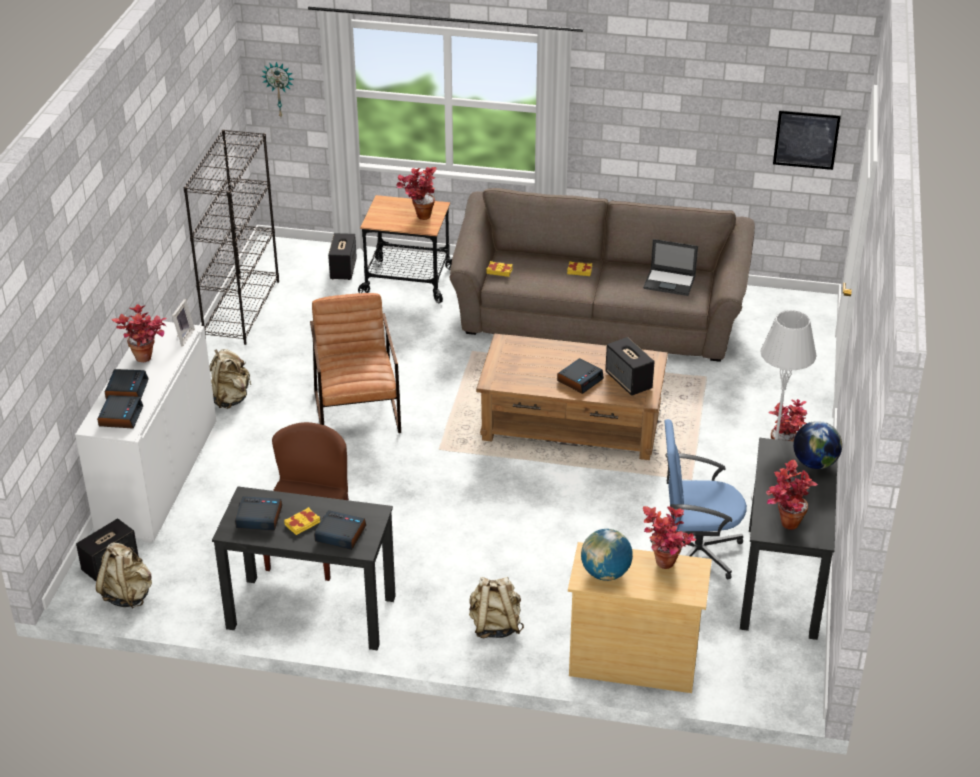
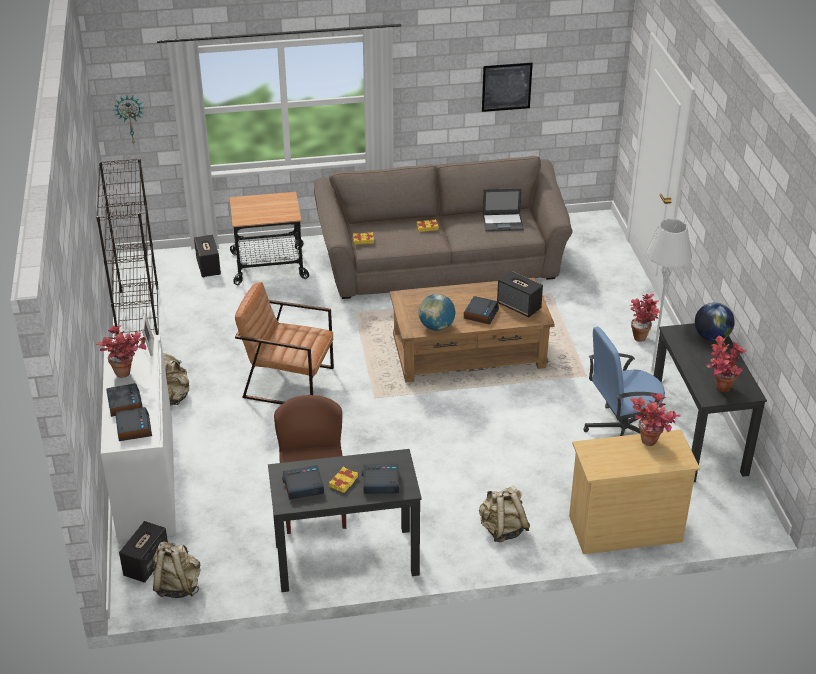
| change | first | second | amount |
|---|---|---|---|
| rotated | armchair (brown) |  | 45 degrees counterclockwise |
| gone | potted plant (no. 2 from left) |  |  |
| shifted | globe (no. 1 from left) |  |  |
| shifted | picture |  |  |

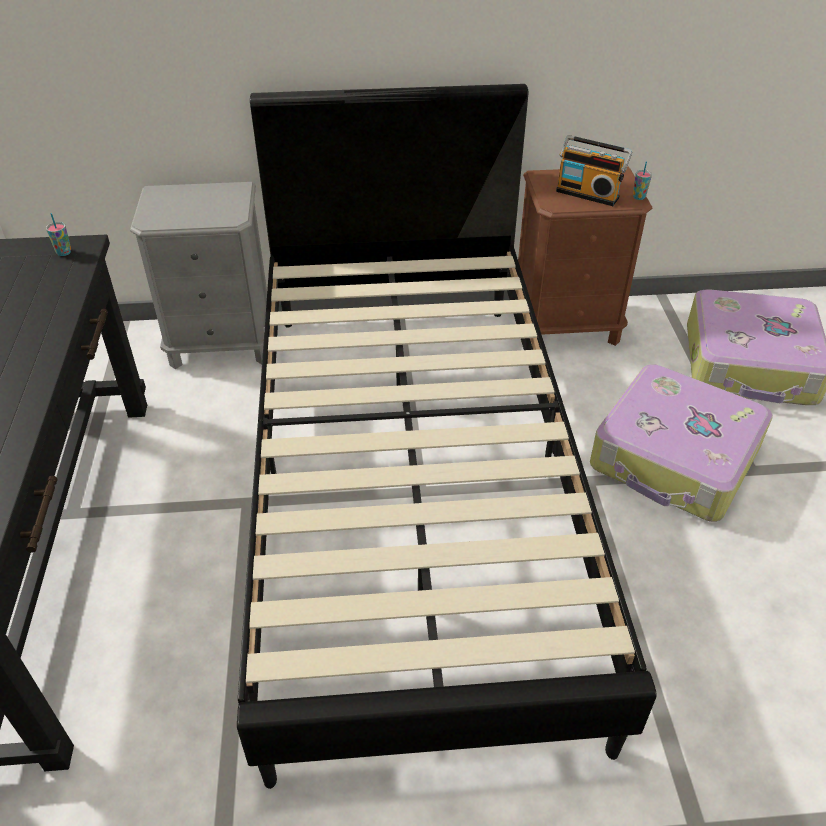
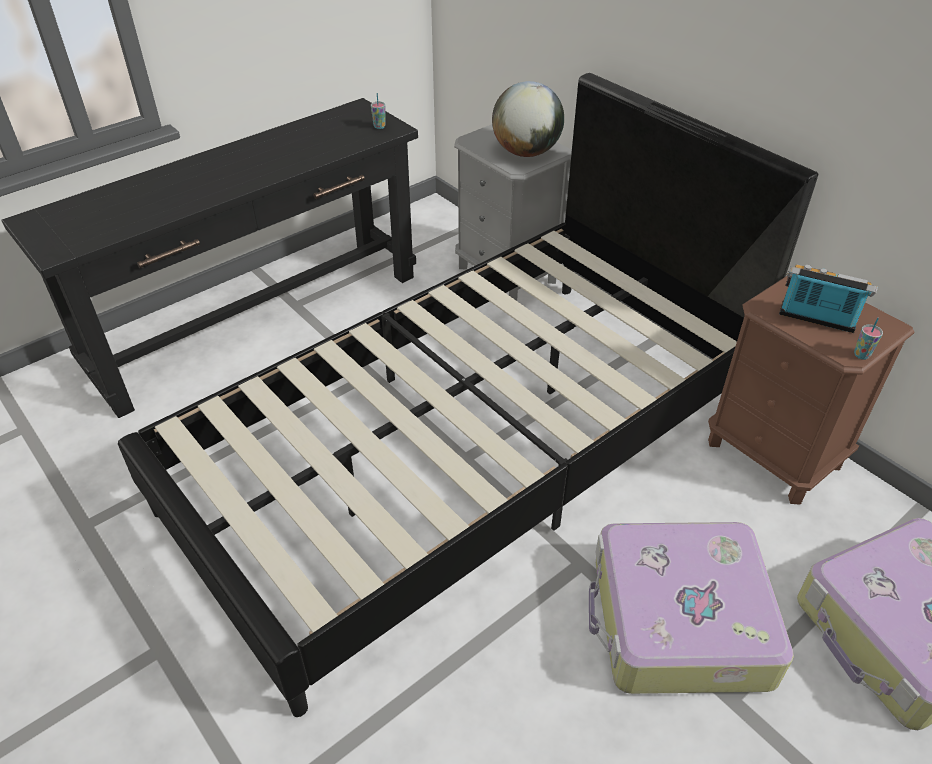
| change | first | second | amount |
|---|---|---|---|
| rotated | radio |  | 120 degrees clockwise |
| new |  | globe |  |

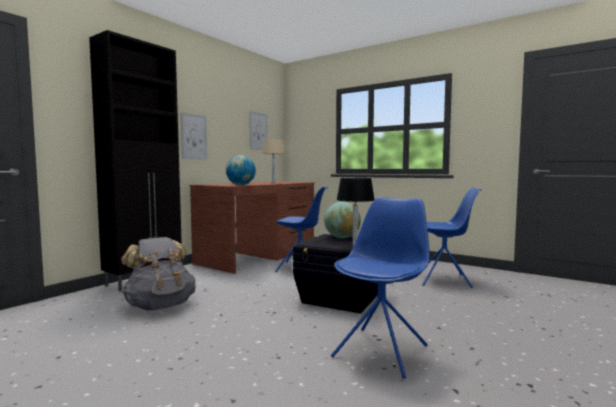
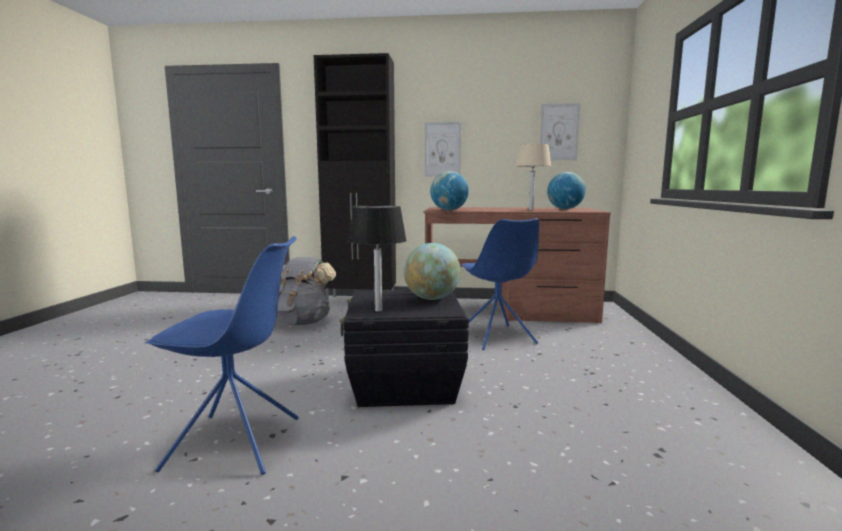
| change | first | second | amount |
|---|---|---|---|
| gone | chair (blue) (no. 3 from left) |  |  |
| new |  | globe (no. 3 from left) |  |

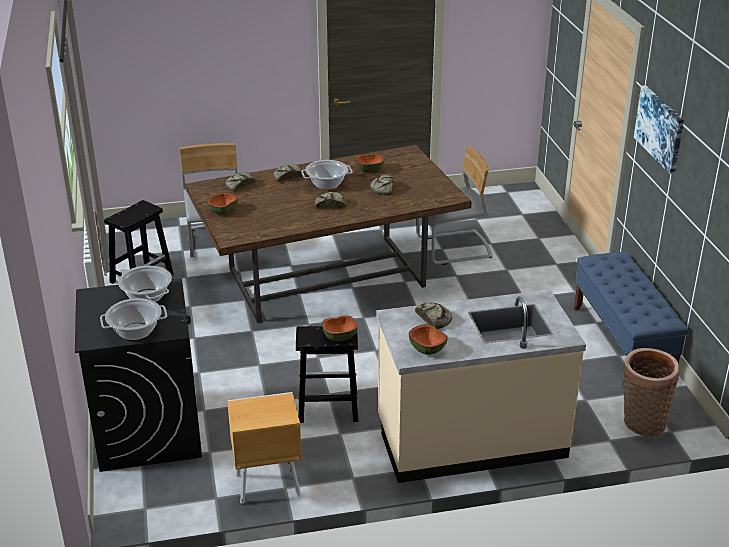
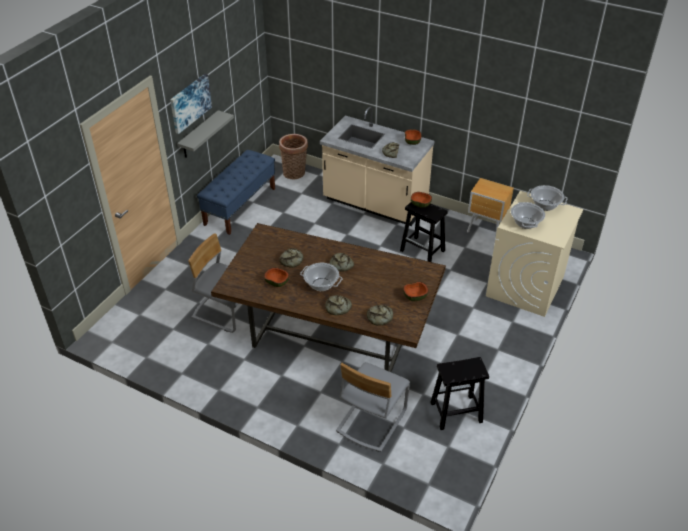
| change | first | second | amount |
|---|---|---|---|
| repainted | washing machine (black) | washing machine (beige) |  |
| new |  | shelf (grey) |  |

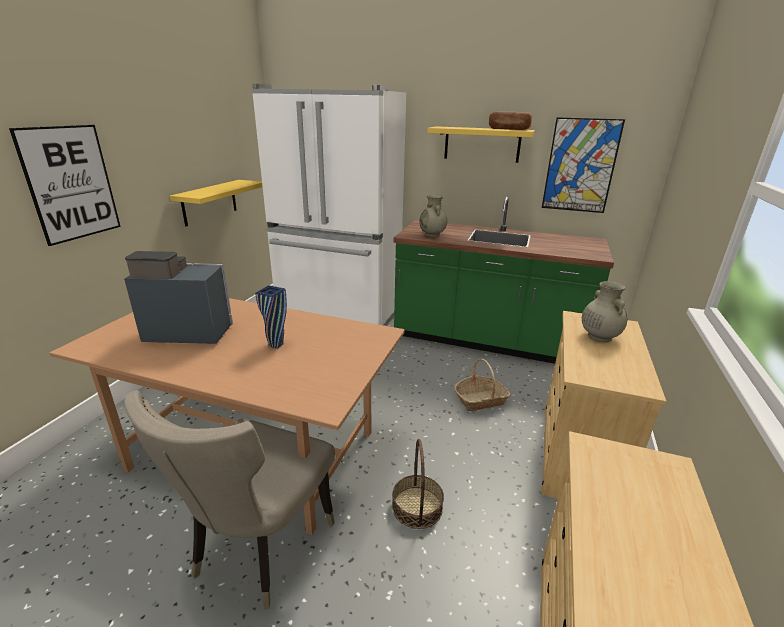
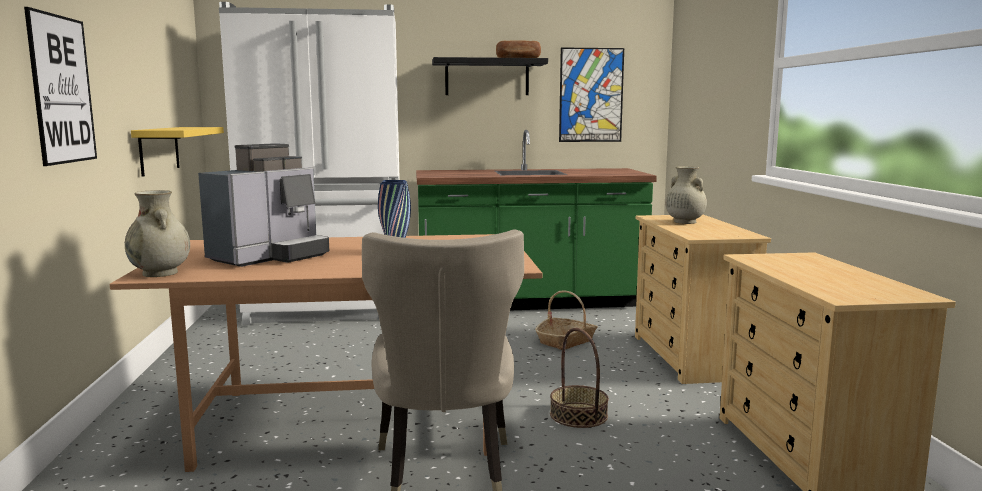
| change | first | second | amount |
|---|---|---|---|
| rotated | coffee machine |  | 150 degrees clockwise |
| shifted | vase (beige) (no. 1 from left) |  |  |
| repainted | shelf (yellow) (no. 2 from left) | shelf (black) |  |

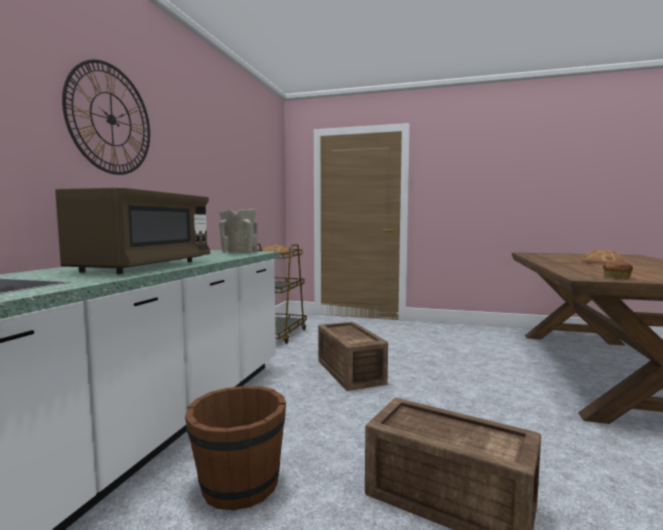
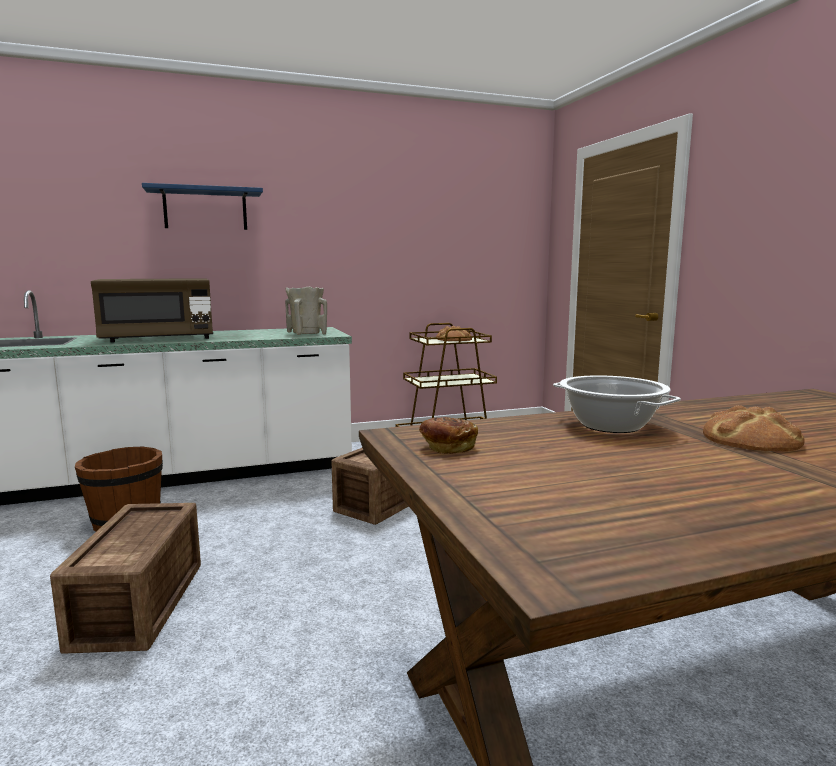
| change | first | second | amount |
|---|---|---|---|
| swapped | wall clock | shelf (blue) |  |
| new |  | cooking pot |  |

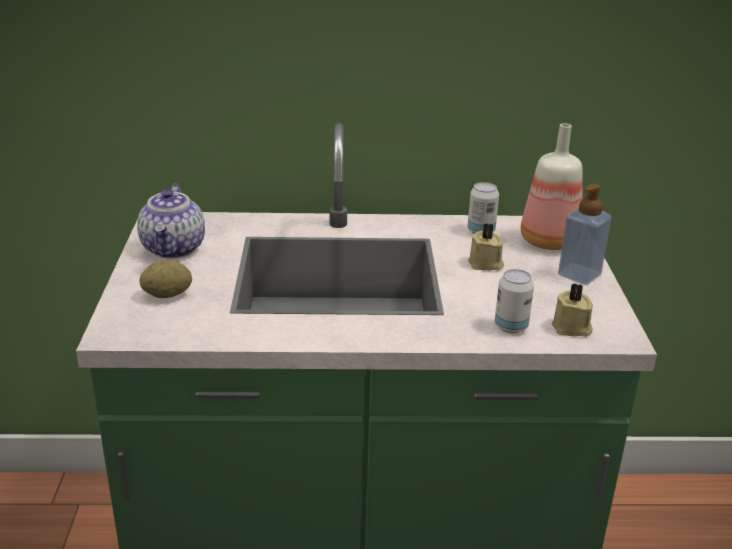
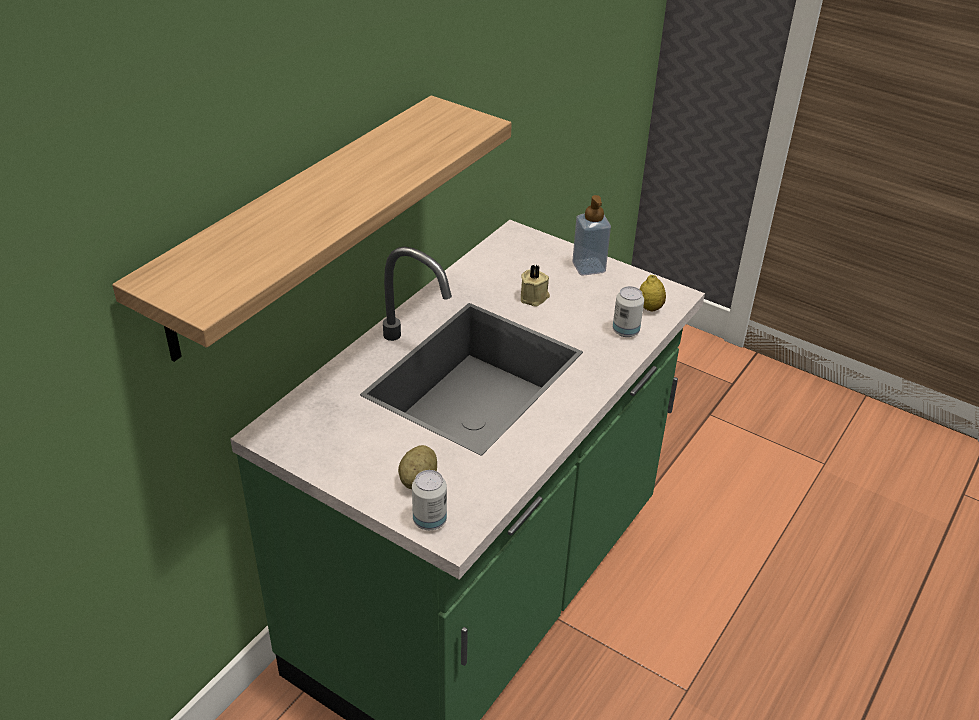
| change | first | second | amount |
|---|---|---|---|
| gone | teapot |  |  |
| shifted | can (no. 1 from left) |  |  |
| gone | bottle |  |  |
| swapped | candle (beige) (no. 2 from left) | lemon |  |
| new |  | shelf |  |

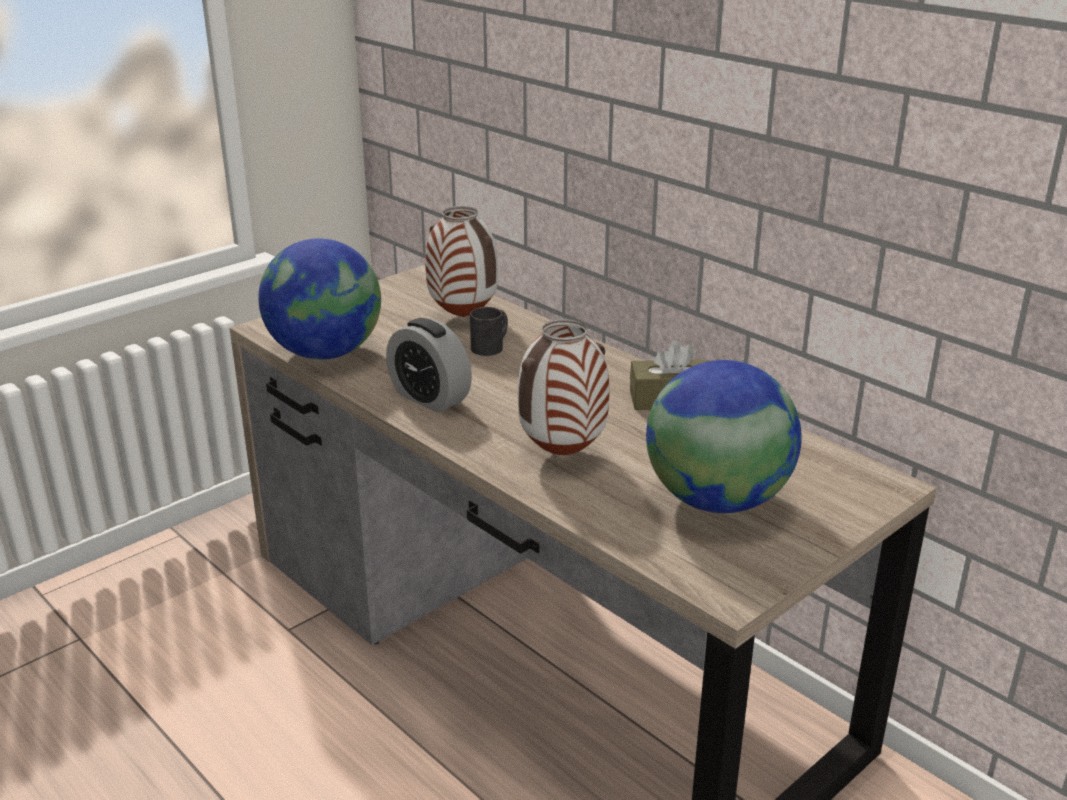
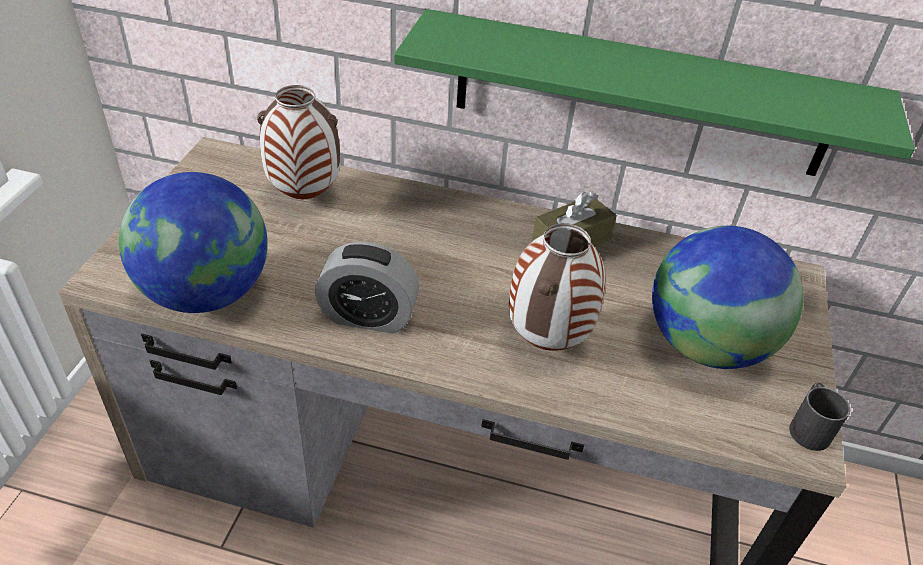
| change | first | second | amount |
|---|---|---|---|
| shifted | mug (black) |  |  |
| new |  | shelf (green) |  |

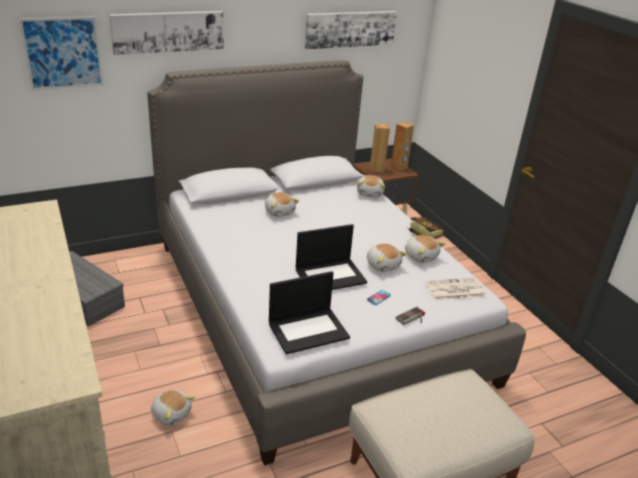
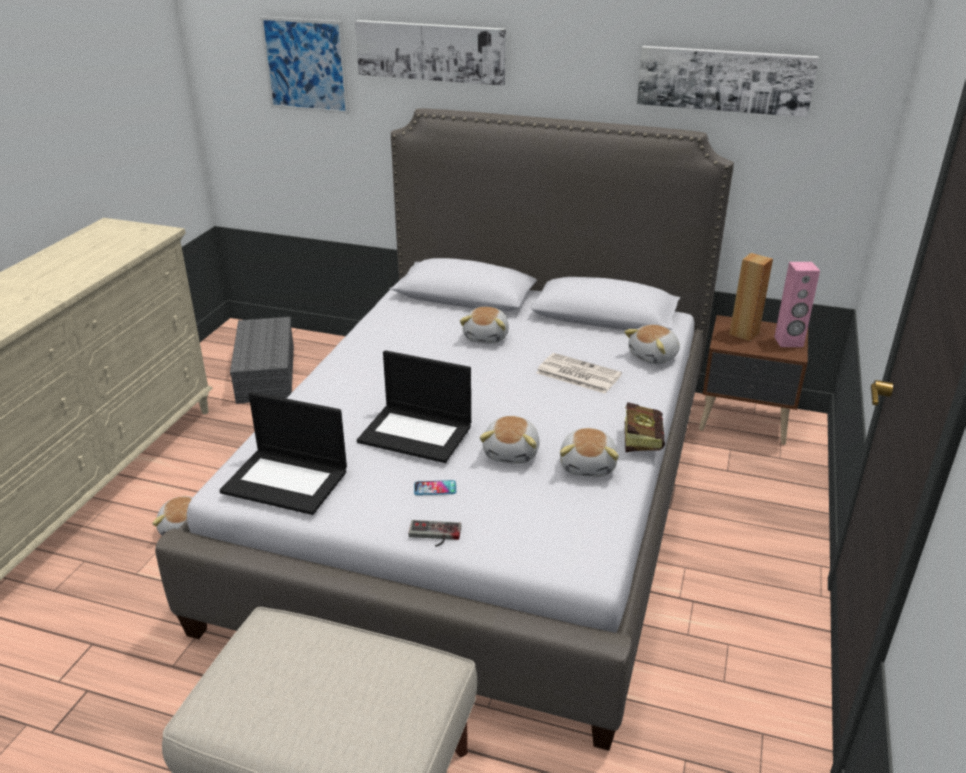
| change | first | second | amount |
|---|---|---|---|
| repainted | speaker (brown) (no. 2 from left) | speaker (pink) |  |
| shifted | newspaper |  |  |

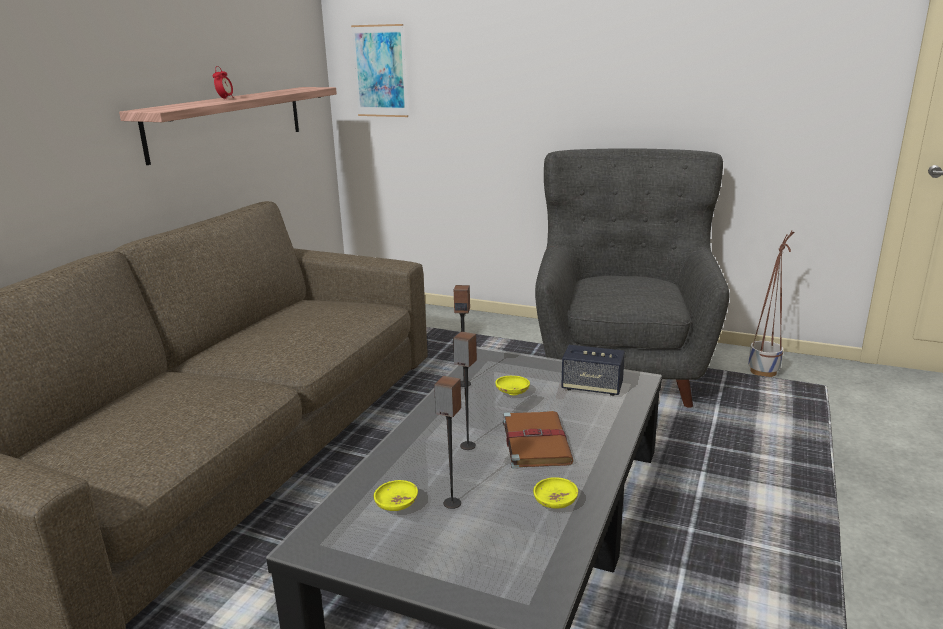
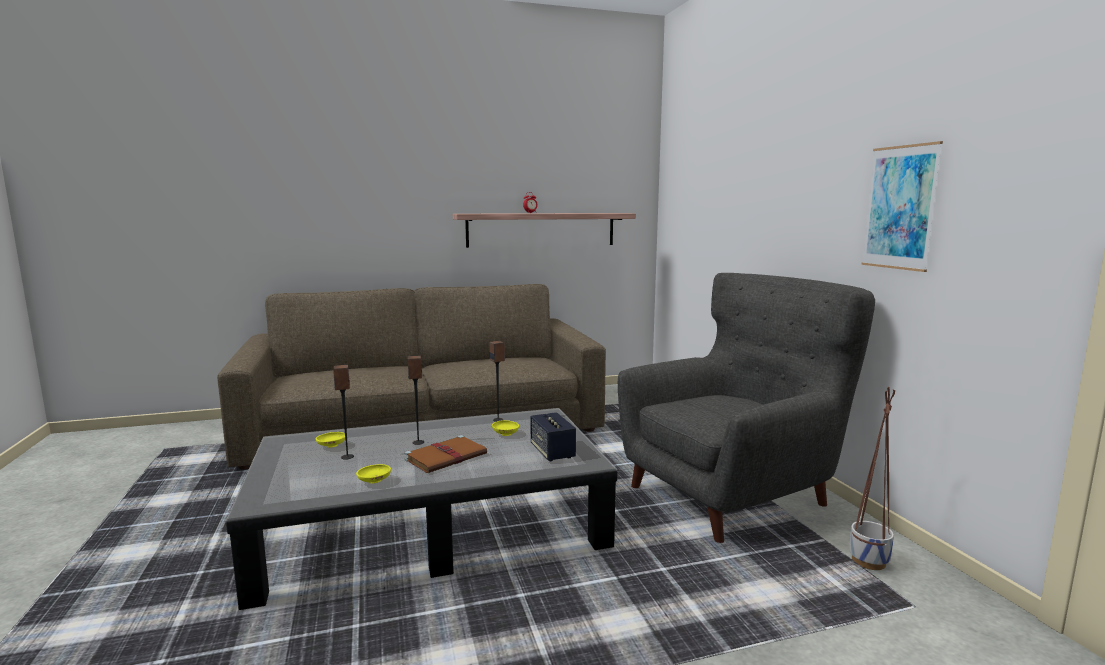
| change | first | second | amount |
|---|---|---|---|
| shifted | picture |  |  |

